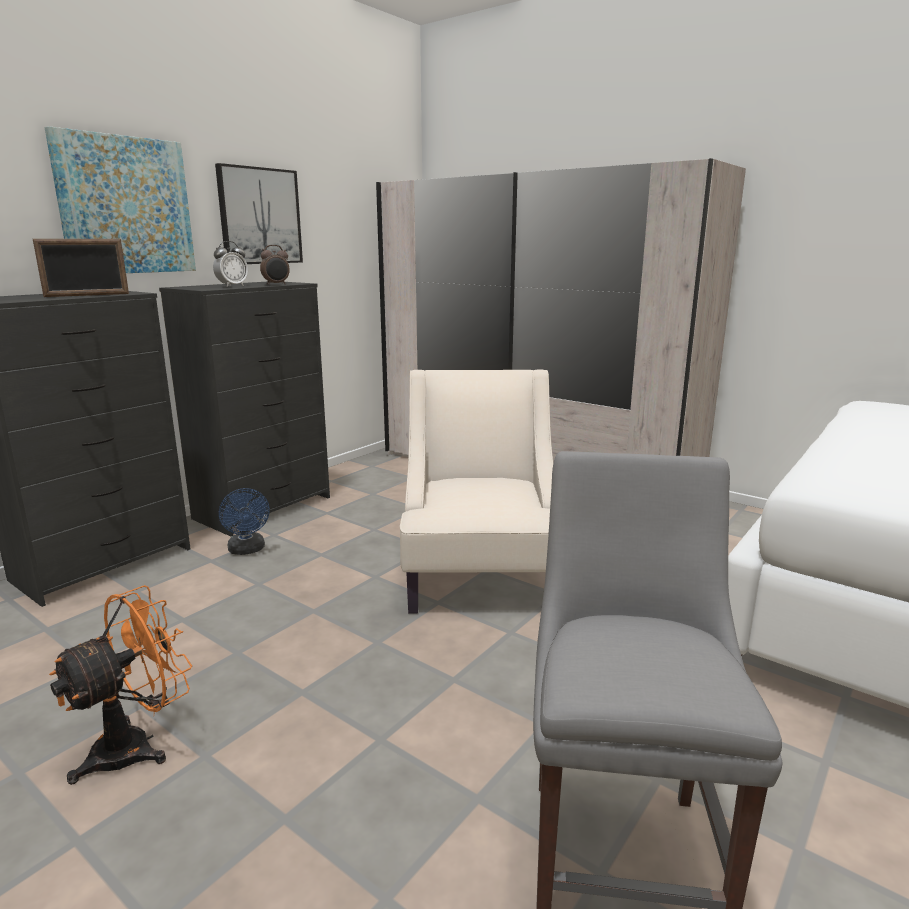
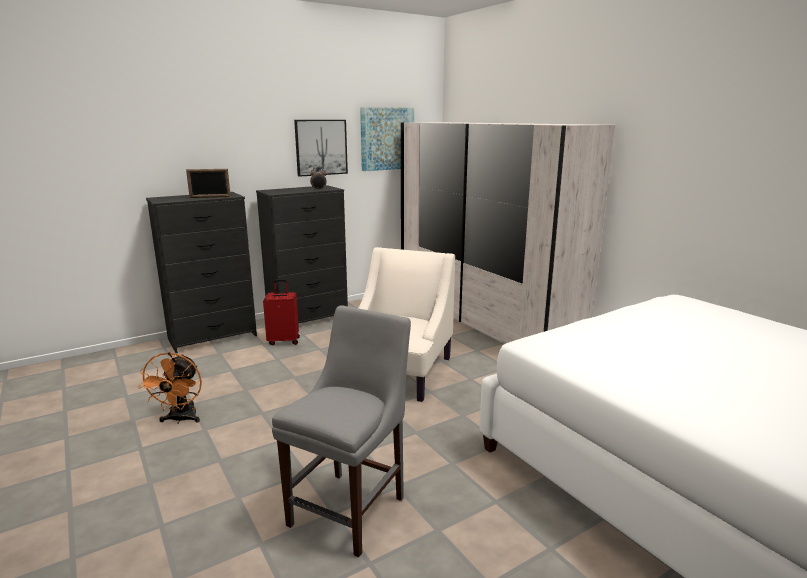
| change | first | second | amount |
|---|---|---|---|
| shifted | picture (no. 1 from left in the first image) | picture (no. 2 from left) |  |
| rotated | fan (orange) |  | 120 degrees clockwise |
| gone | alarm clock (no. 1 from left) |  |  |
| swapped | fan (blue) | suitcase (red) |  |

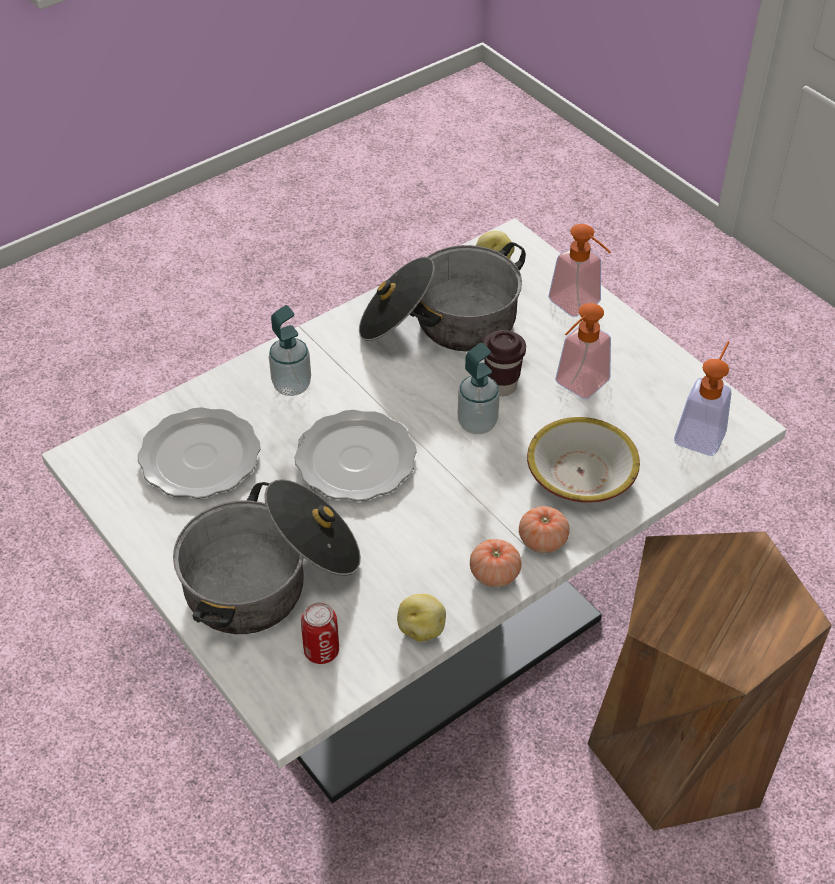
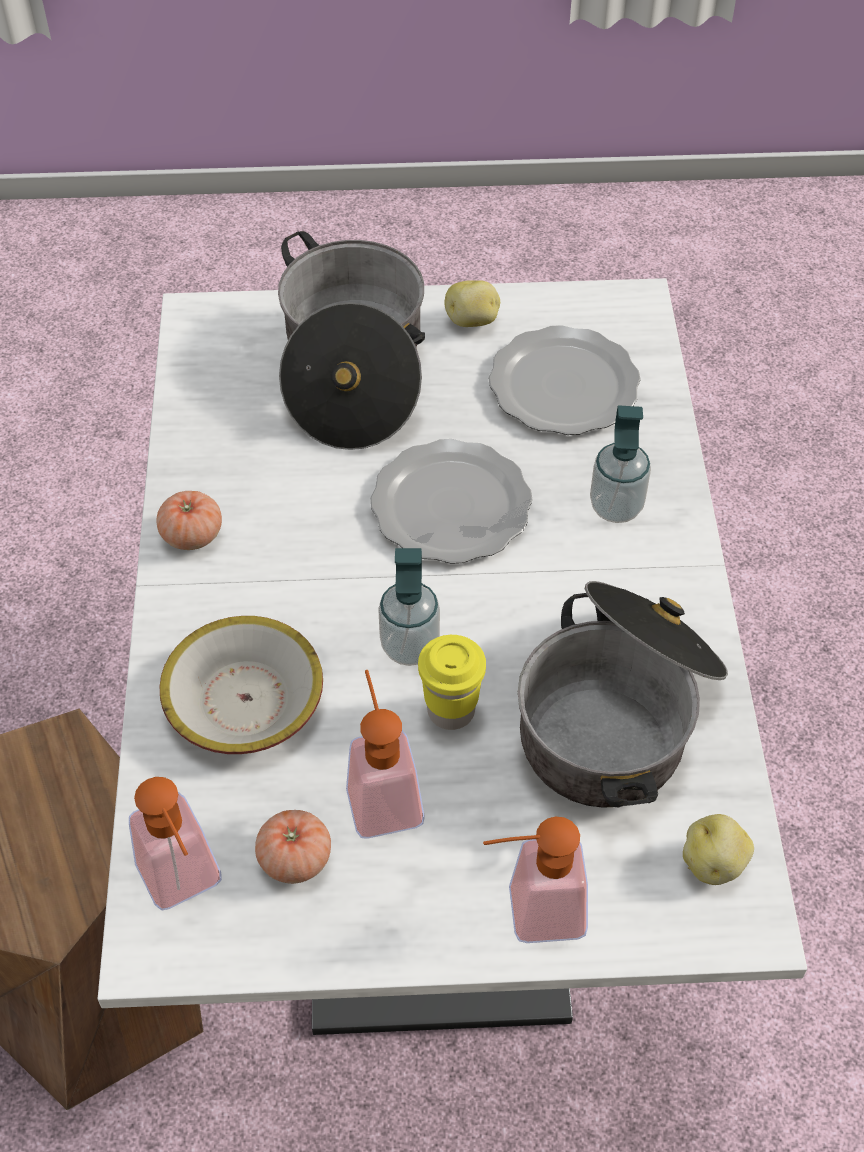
| change | first | second | amount |
|---|---|---|---|
| gone | can |  |  |
| shifted | potato (no. 1 from left) |  |  |
| repainted | cup (brown) | cup (yellow) |  |
| shifted | tomato (no. 2 from left) |  |  |

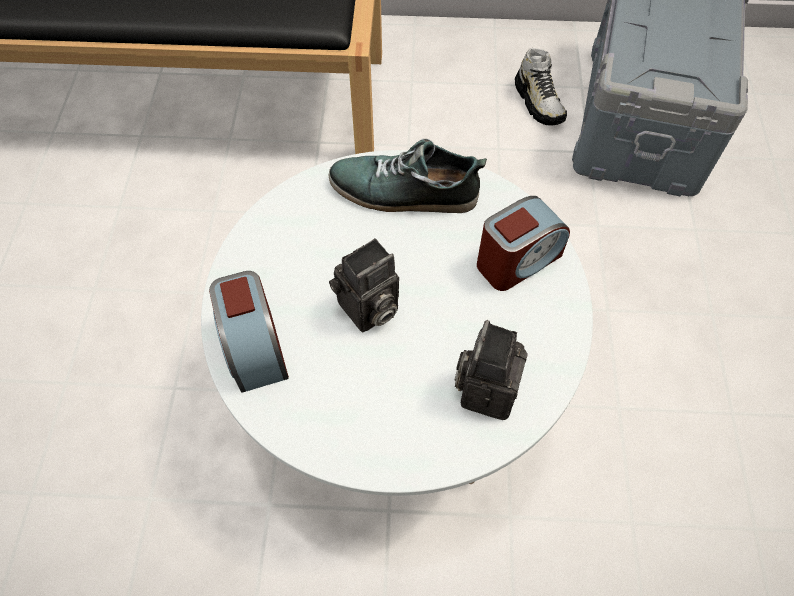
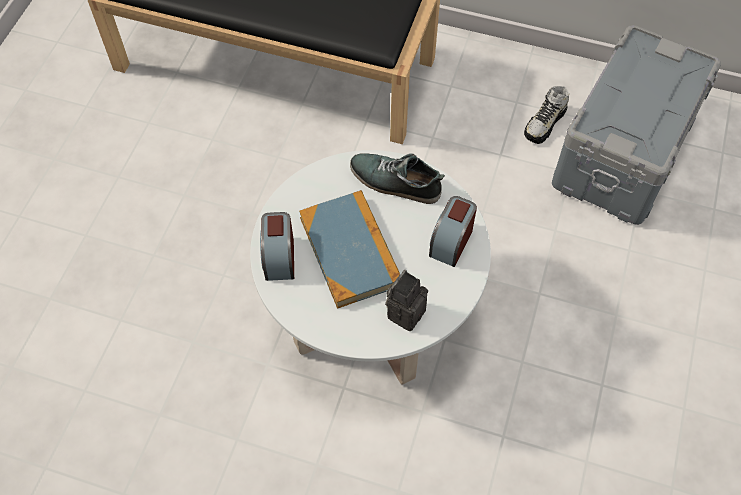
| change | first | second | amount |
|---|---|---|---|
| swapped | photo camera (no. 1 from left) | book |  |
| rotated | alarm clock (no. 2 from left) |  | 135 degrees clockwise |
| rotated | shoe (no. 2 from left) |  | 45 degrees clockwise |

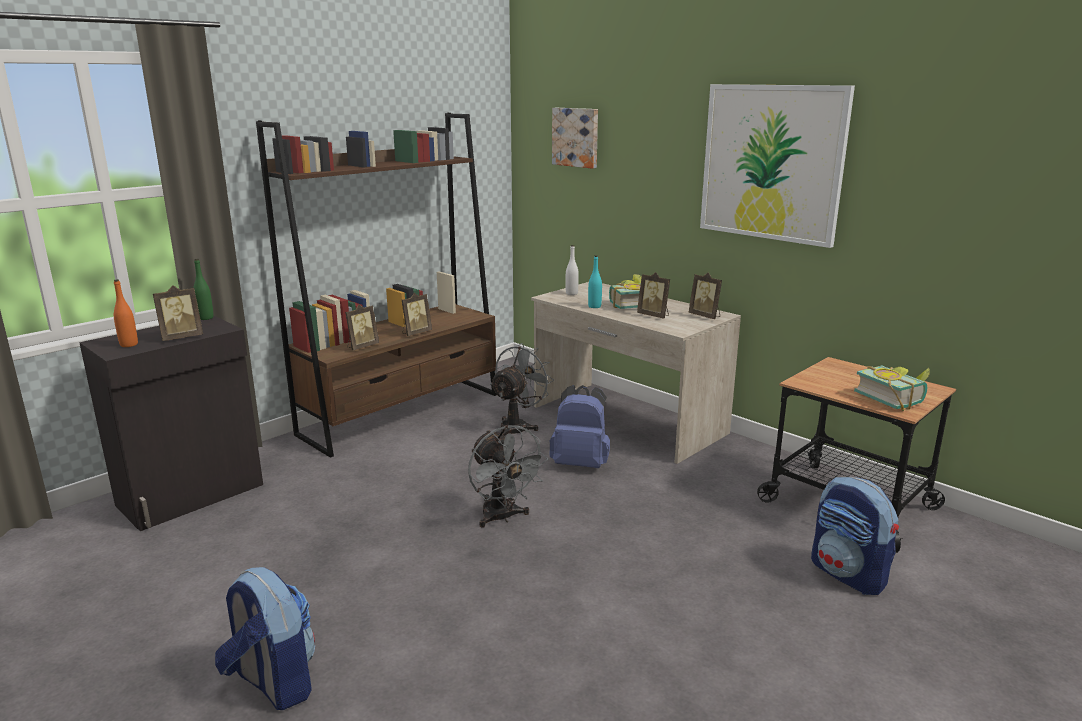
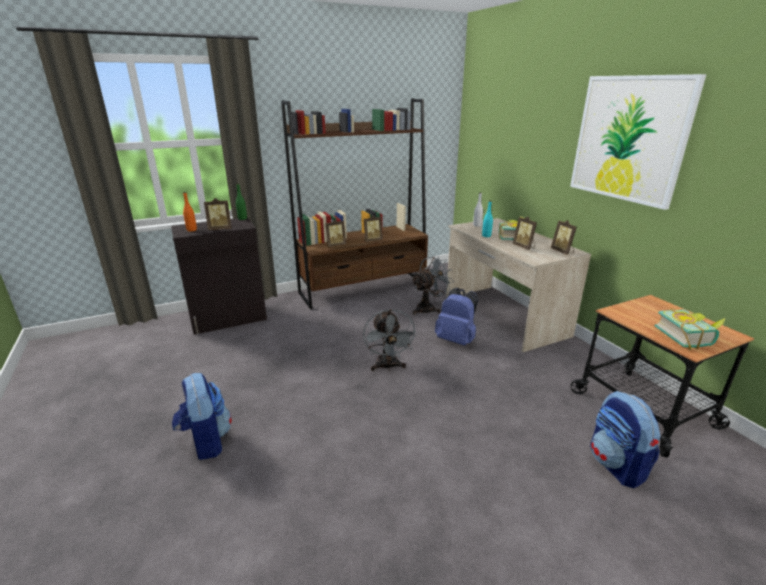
| change | first | second | amount |
|---|---|---|---|
| gone | picture (no. 1 from left) |  |  |

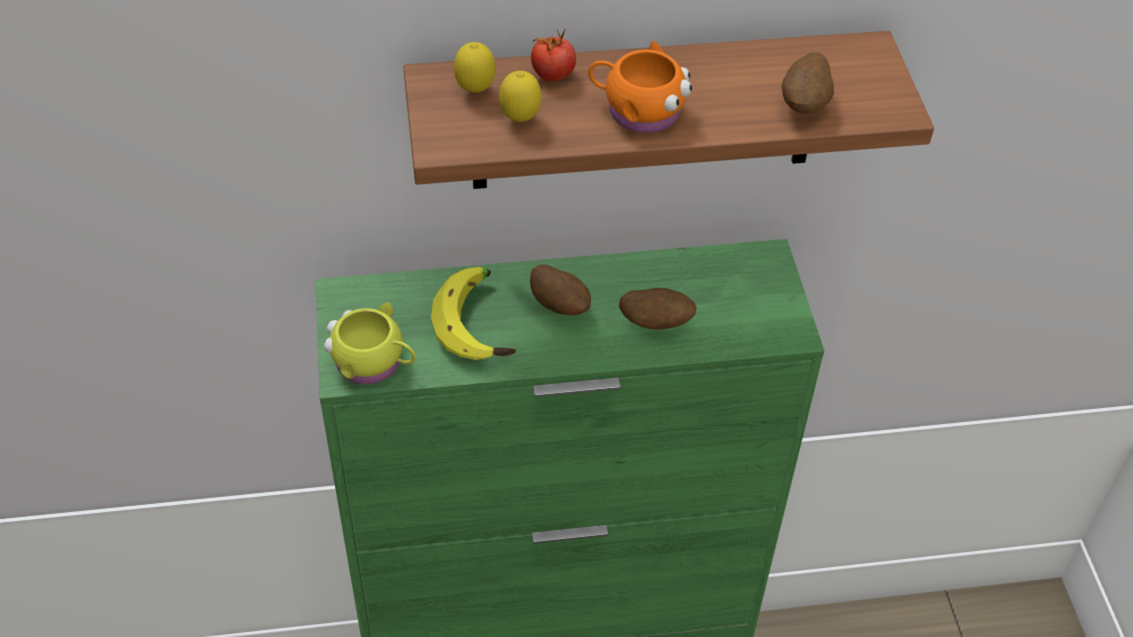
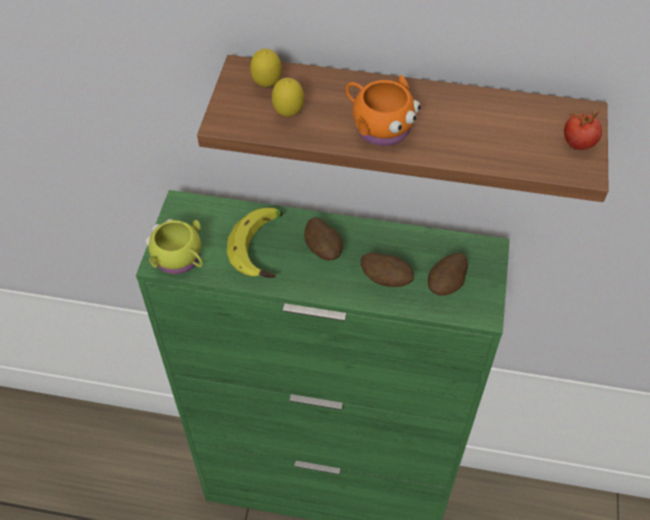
| change | first | second | amount |
|---|---|---|---|
| shifted | tomato |  |  |
| shifted | potato (no. 3 from left) |  |  |

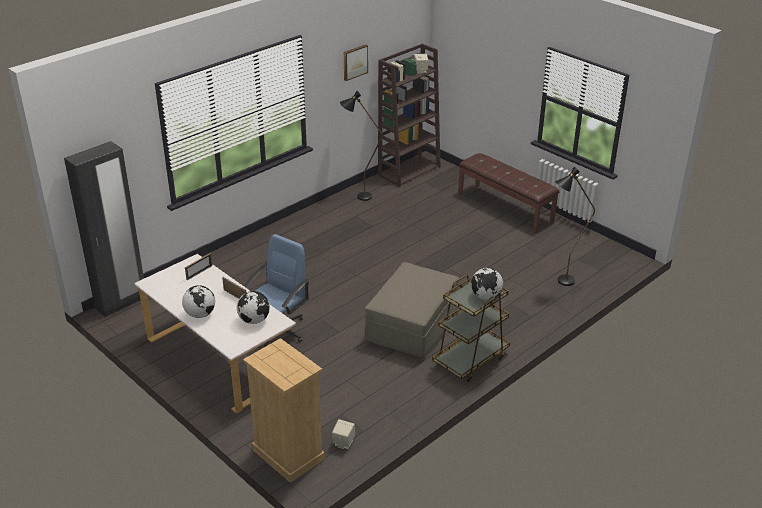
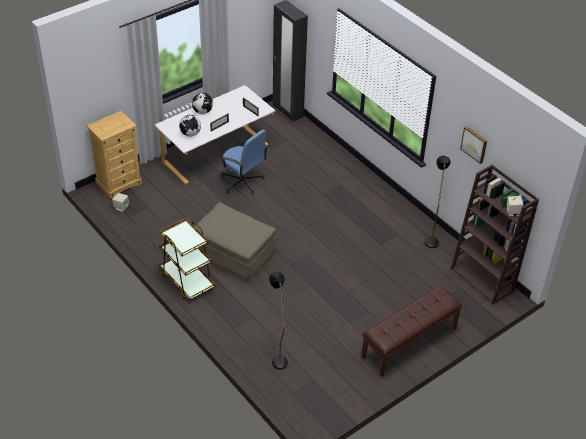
| change | first | second | amount |
|---|---|---|---|
| gone | globe (no. 3 from left) |  |  |

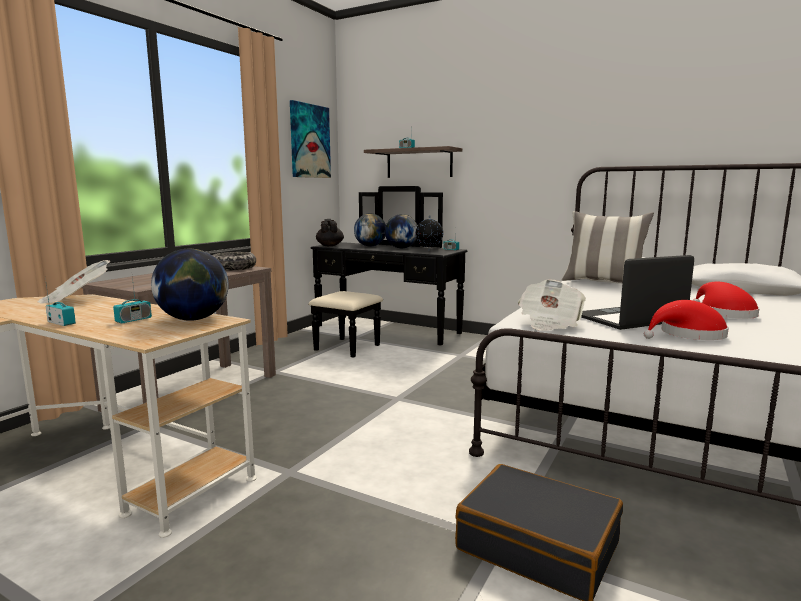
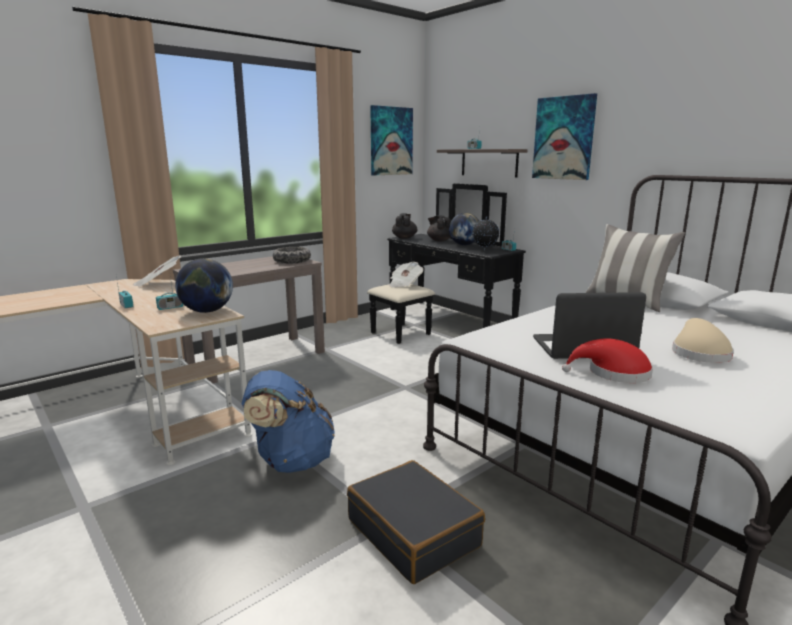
| change | first | second | amount |
|---|---|---|---|
| swapped | globe (no. 2 from left) | teapot (black) (no. 2 from left) |  |
| shifted | newspaper (no. 2 from left) |  |  |
| repainted | hat (red) (no. 2 from left) | hat (beige) |  |
| new |  | backpack (blue) |  |
| new |  | picture (no. 2 from left) |  |

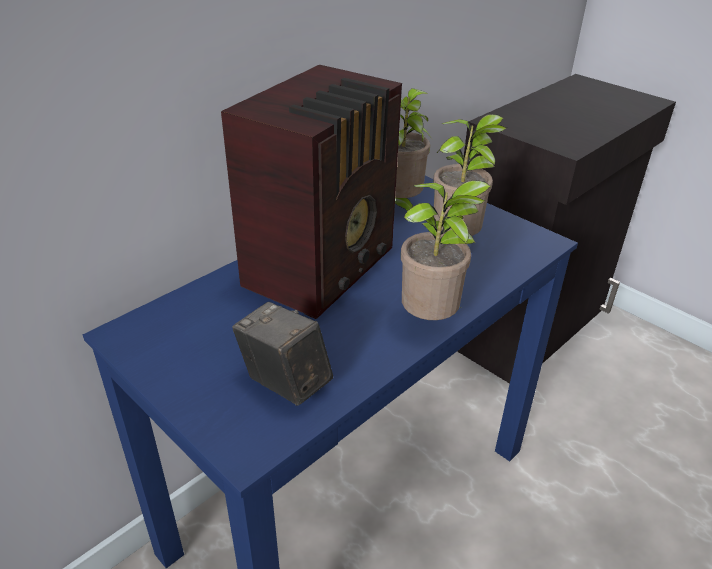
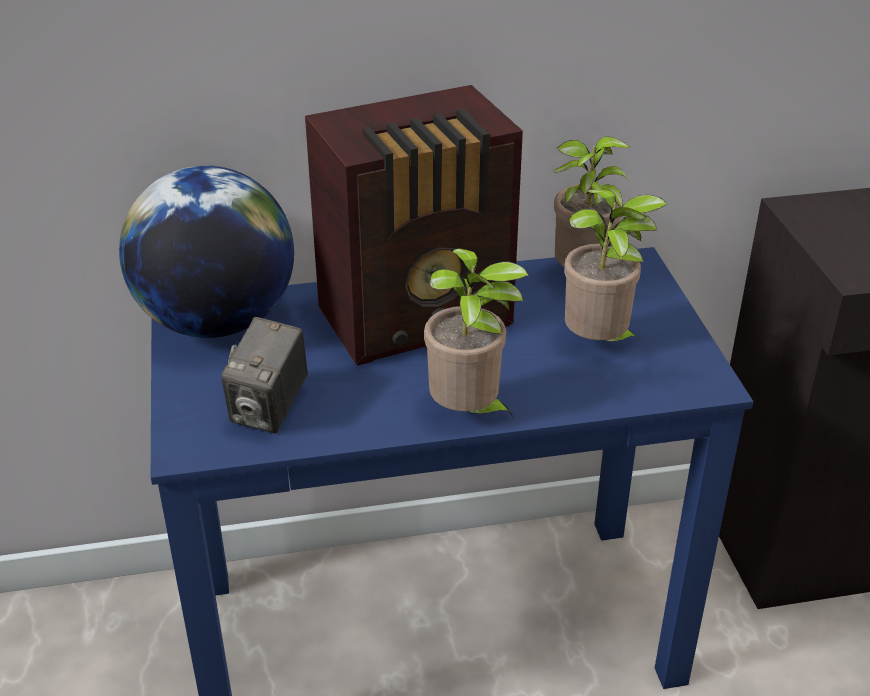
| change | first | second | amount |
|---|---|---|---|
| rotated | photo camera |  | 150 degrees counterclockwise |
| new |  | globe |  |

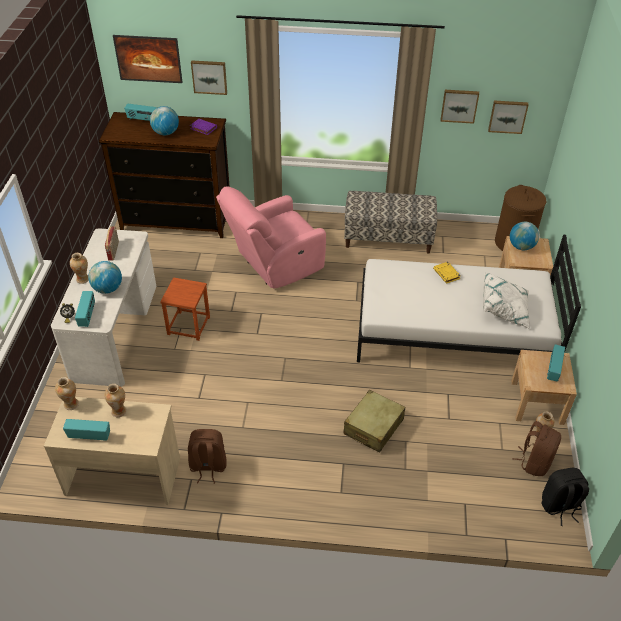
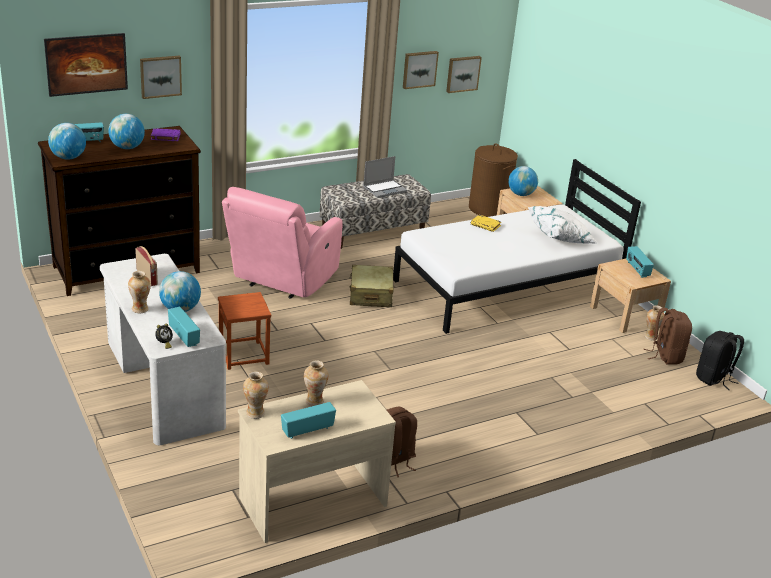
| change | first | second | amount |
|---|---|---|---|
| shifted | suitcase (beige) |  |  |
| new |  | globe (no. 1 from left) |  |
| new |  | laptop |  |

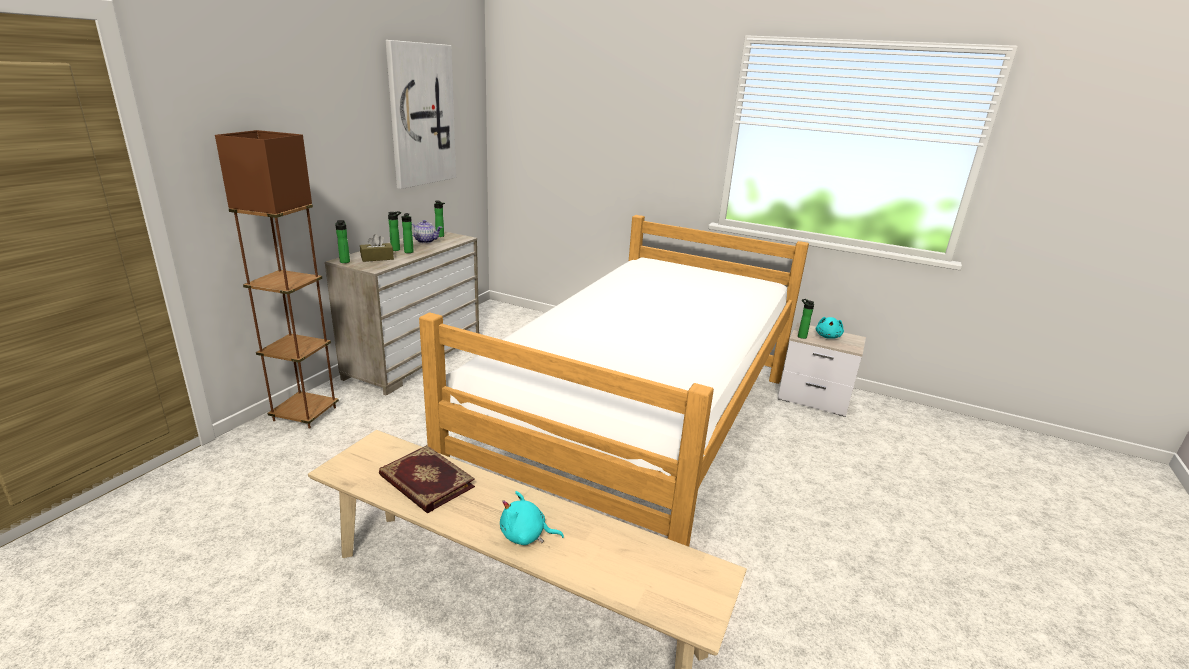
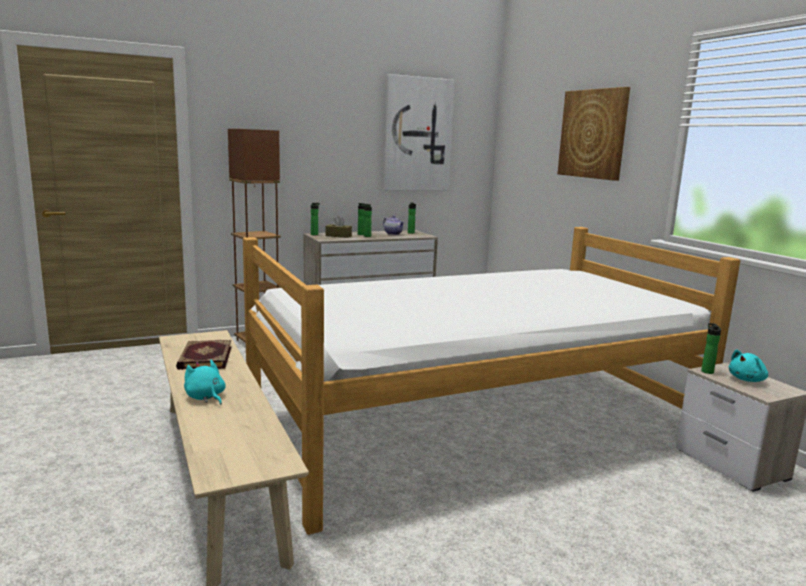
| change | first | second | amount |
|---|---|---|---|
| new |  | picture (no. 2 from left) |  |

